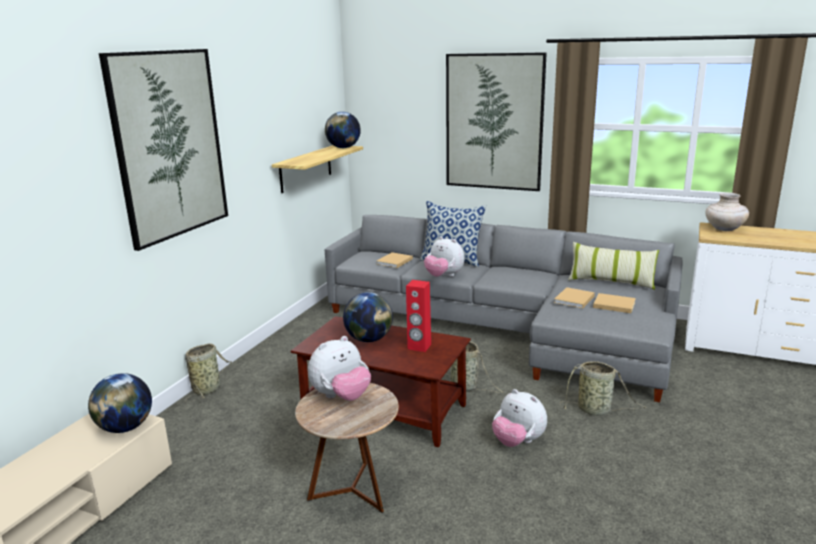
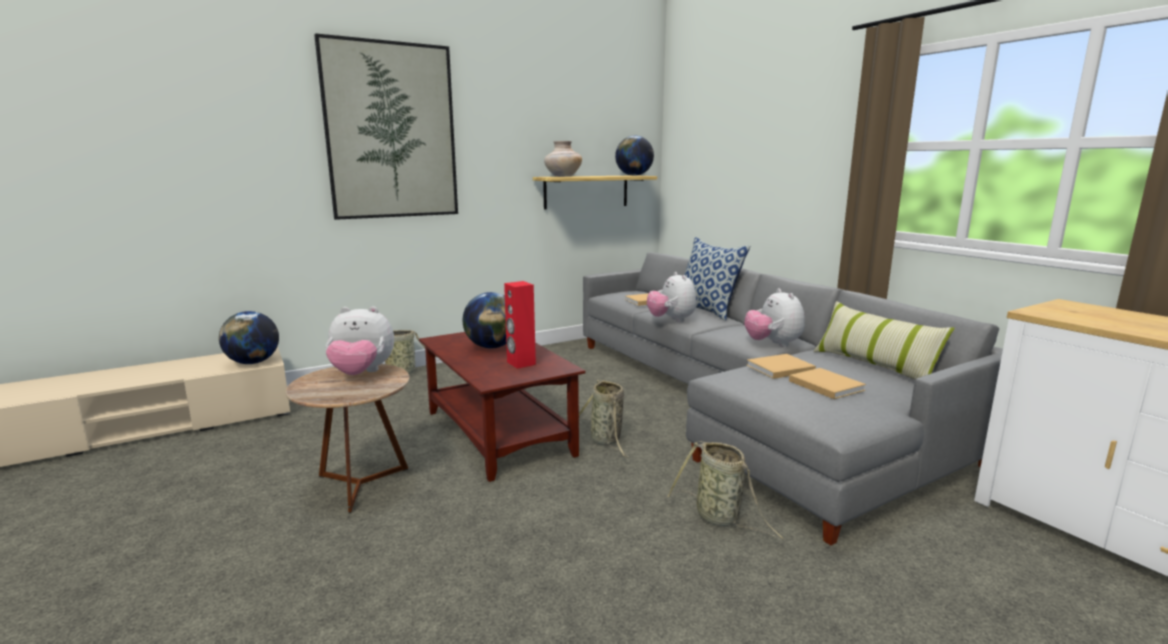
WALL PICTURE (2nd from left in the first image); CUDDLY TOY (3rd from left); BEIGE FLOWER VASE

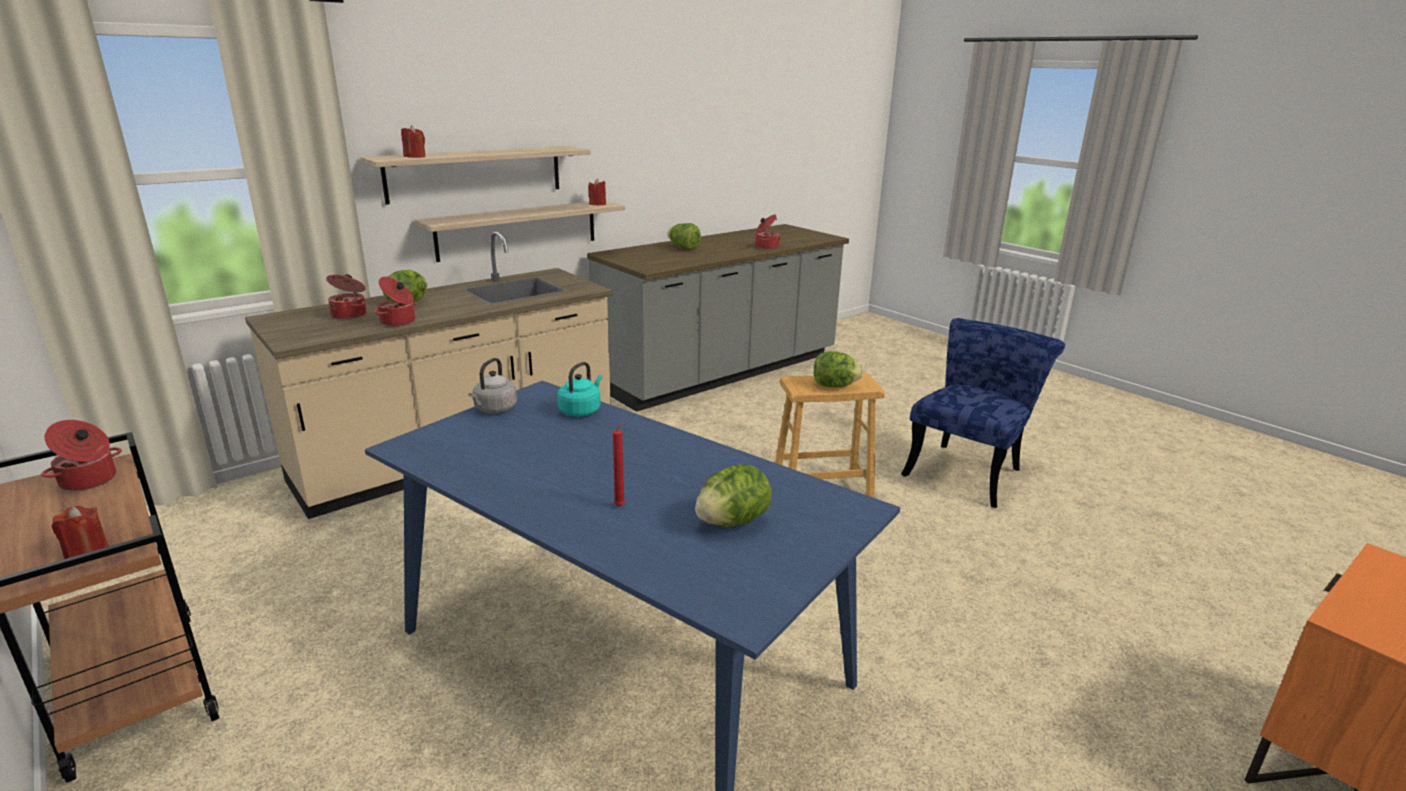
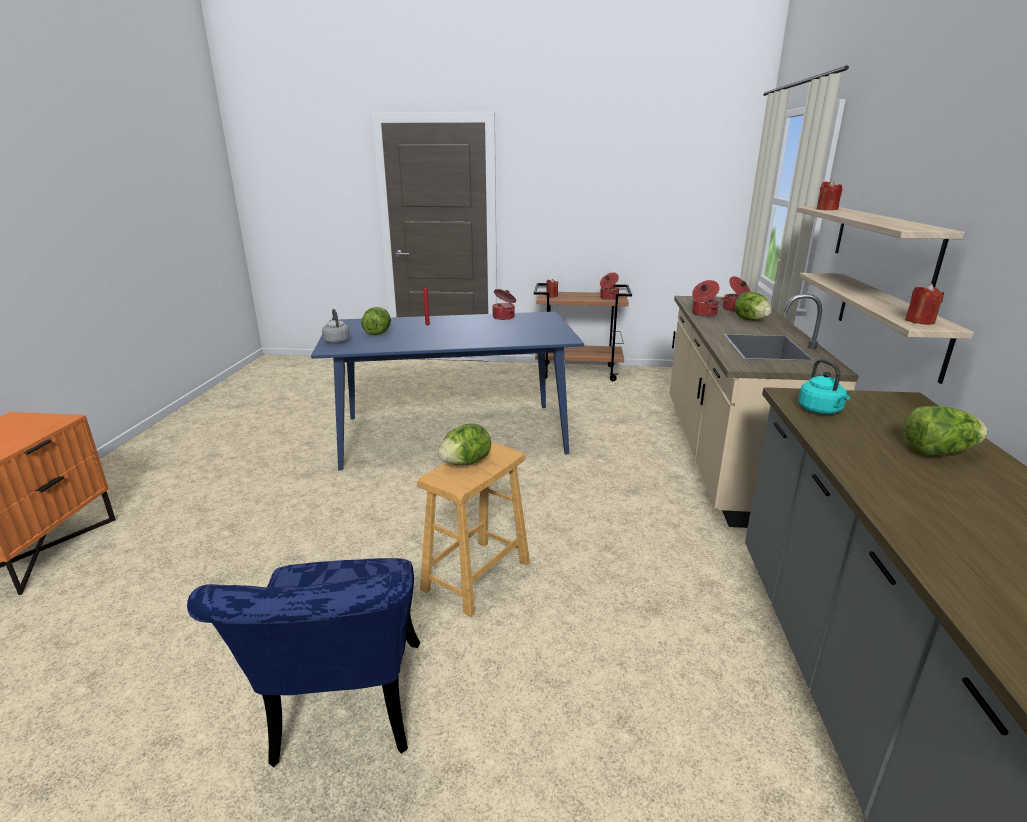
GREY WATER KETTLE; TURQUOISE WATER KETTLE; SAUCEPOT (1st from left)

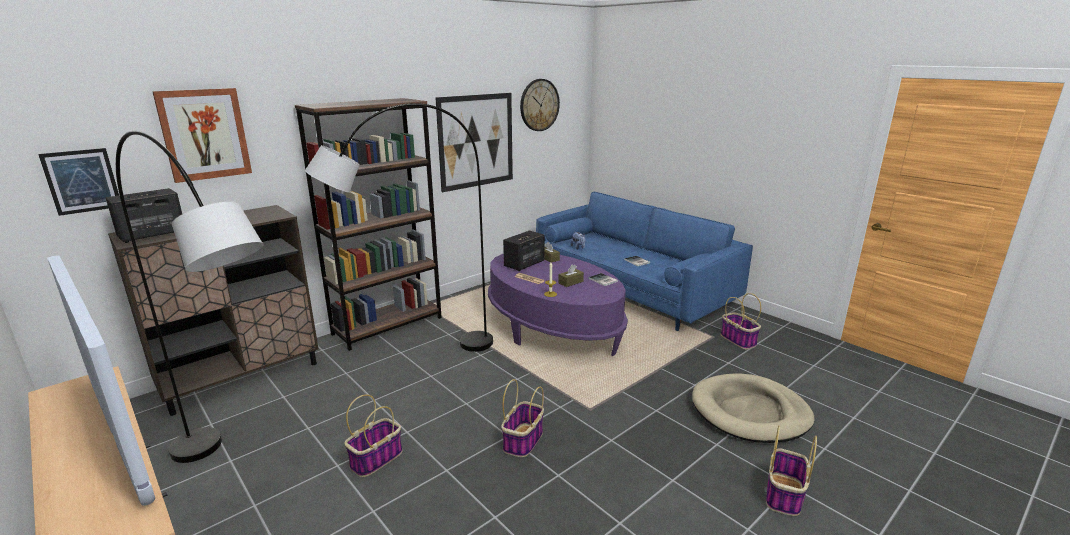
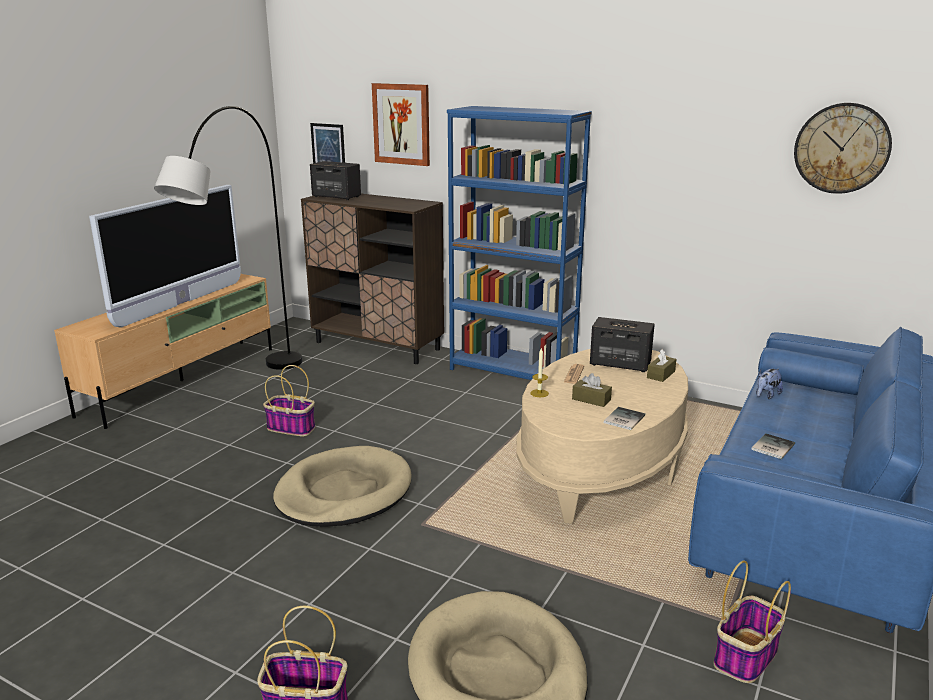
GREY STANDING LAMP (2nd from left in the first image); WALL PICTURE (3rd from left in the first image); BEIGE DOG CUSHION (1st from left); BLUE SHELVING UNIT; BEIGE LOW TABLE

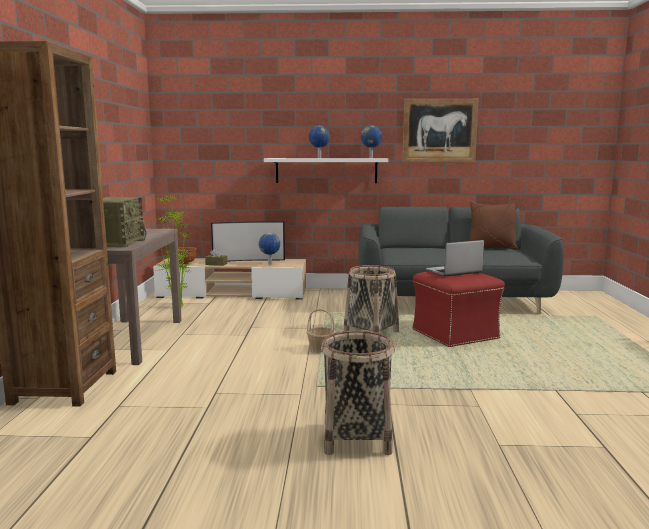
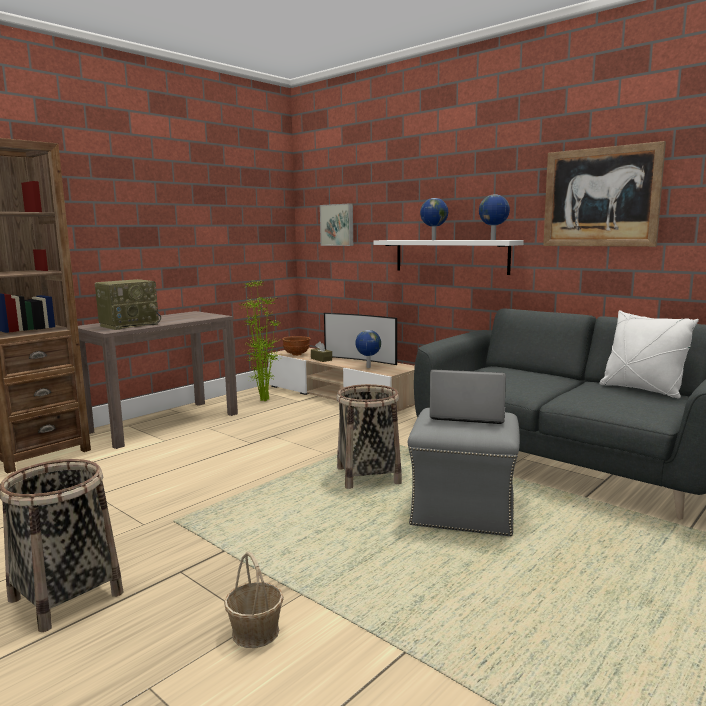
WALL PICTURE (1st from left); HOUSEHOLD BASKET (2nd from left); GREY FOOTREST; WHITE-COLOURED THROW PILLOW

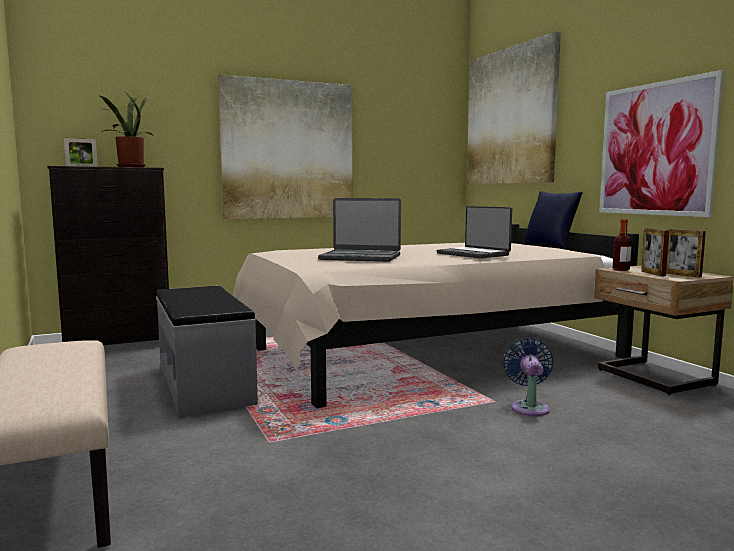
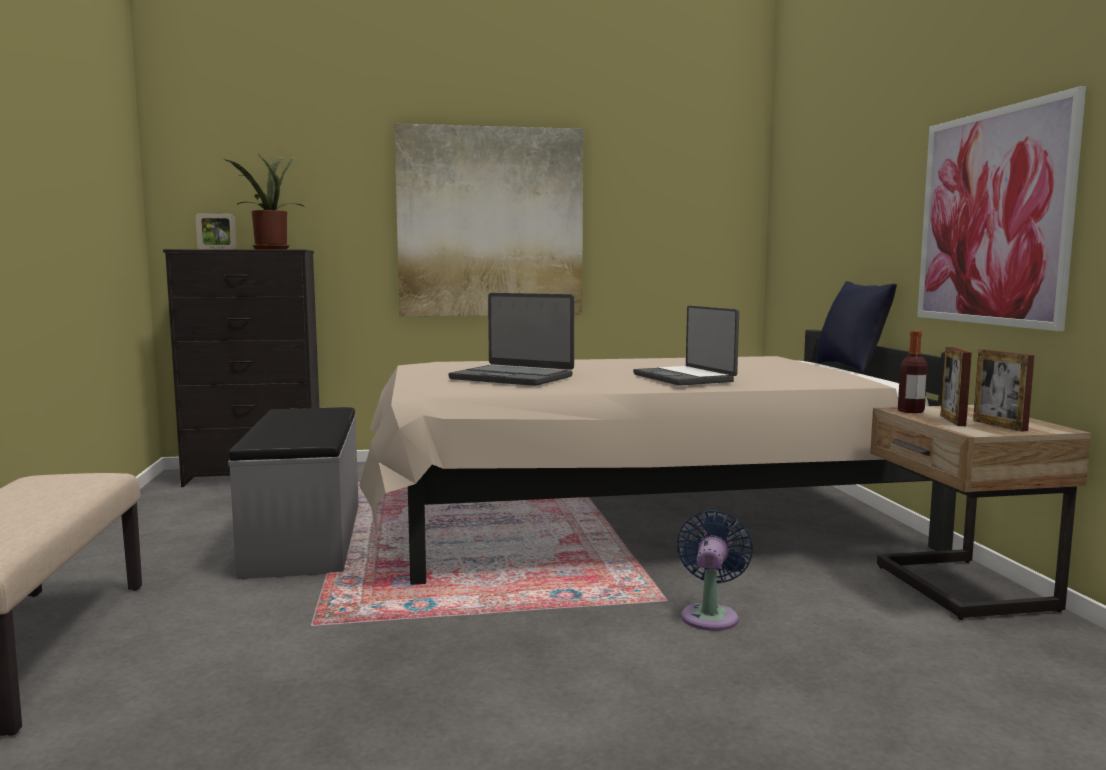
WALL PICTURE (2nd from left in the first image)

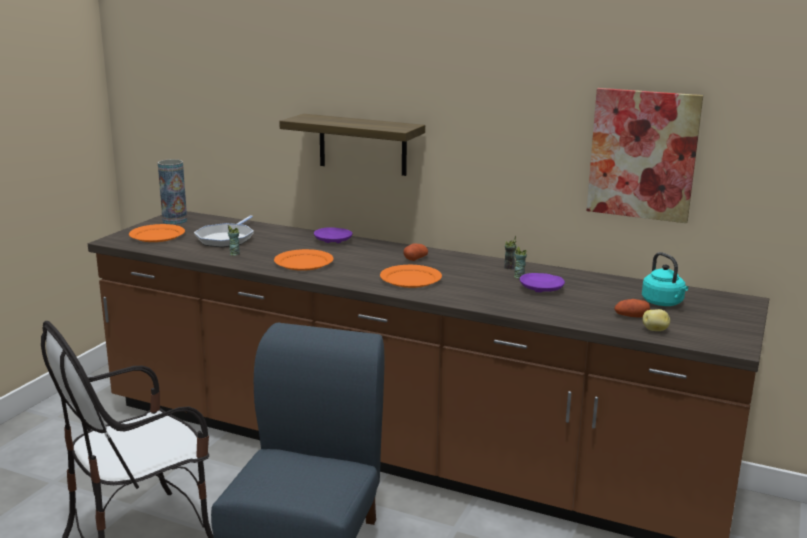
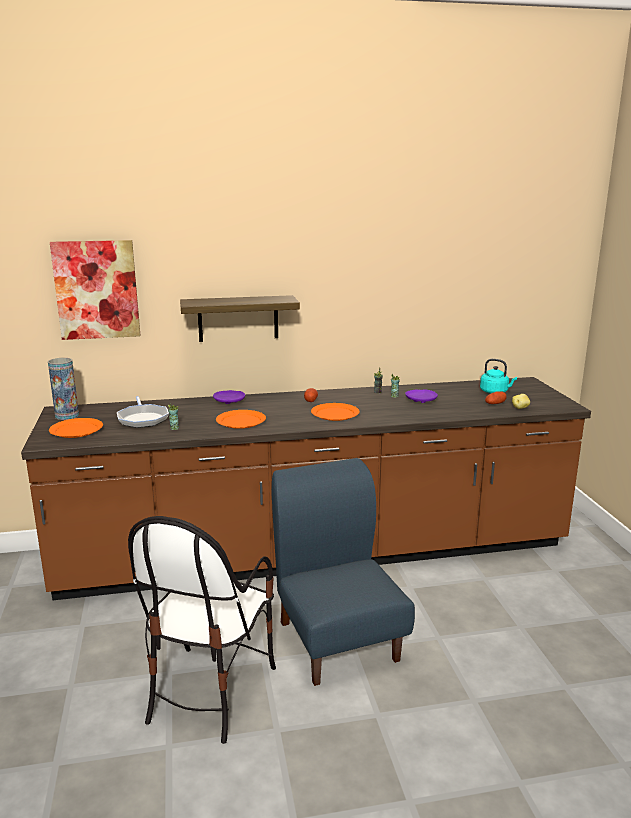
WALL PICTURE

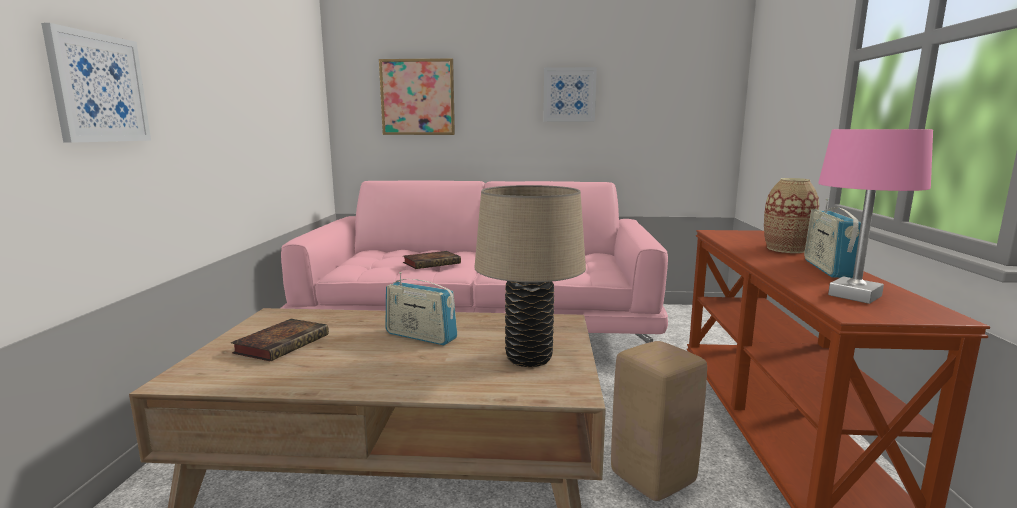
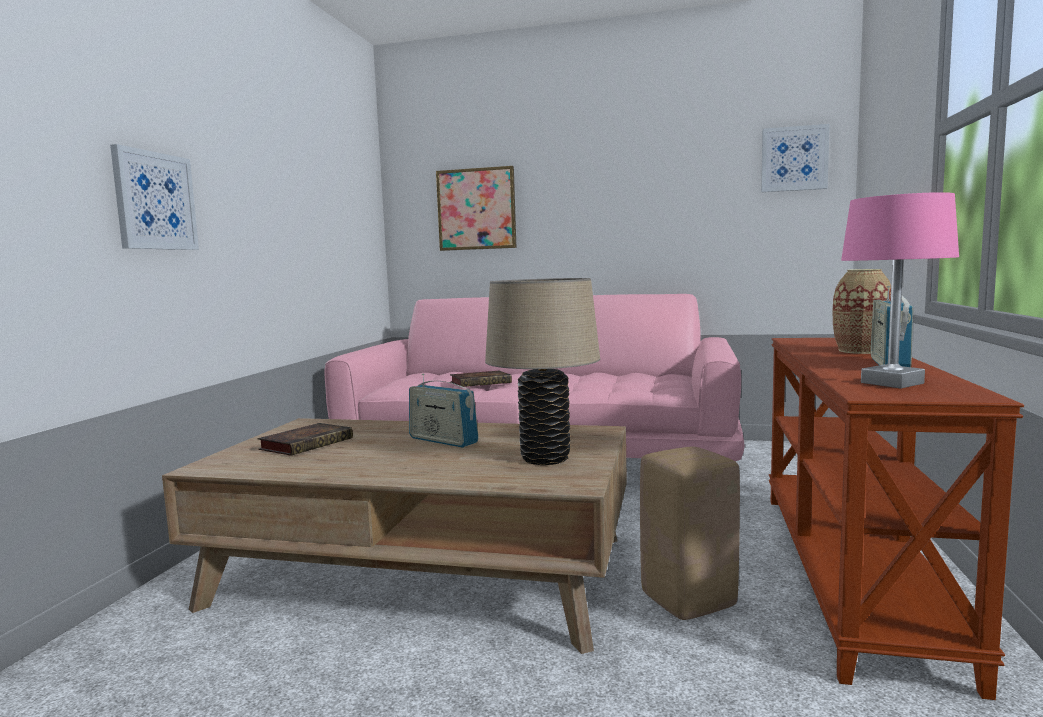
WALL PICTURE (3rd from left)

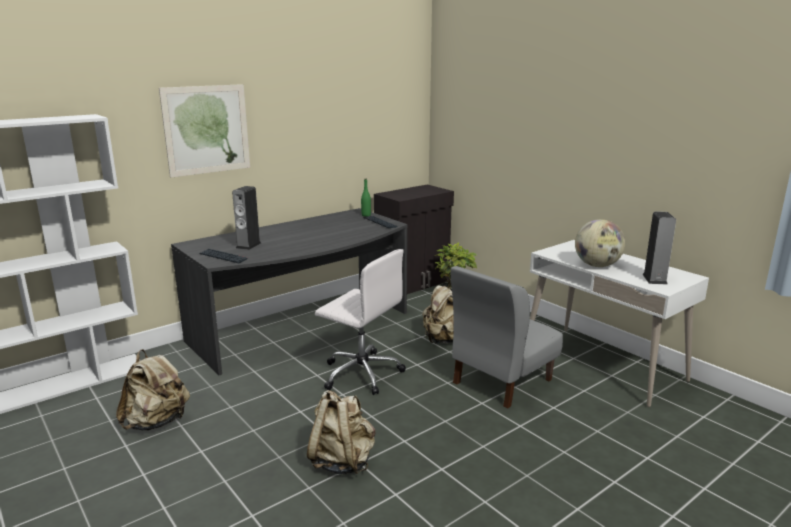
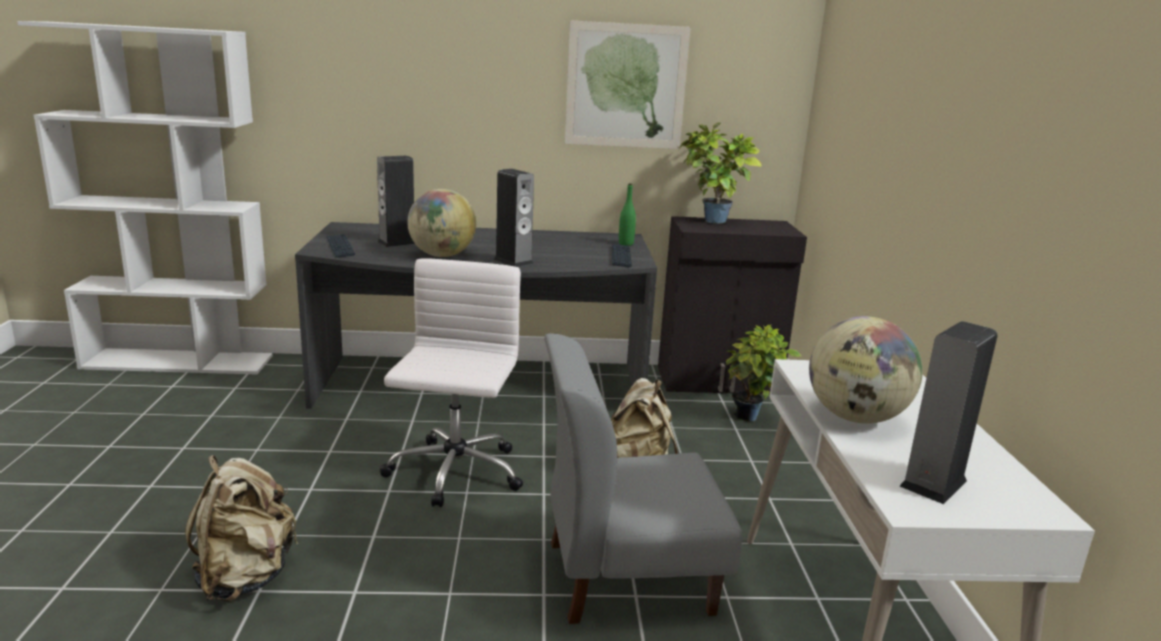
BEIGE KNAPSACK (1st from left in the first image); WORLD GLOBE (1st from left); AUDIO SPEAKER (2nd from left); PLANT IN A POT (1st from left); WALL PICTURE; WHITE-COLOURED DESK CHAIR

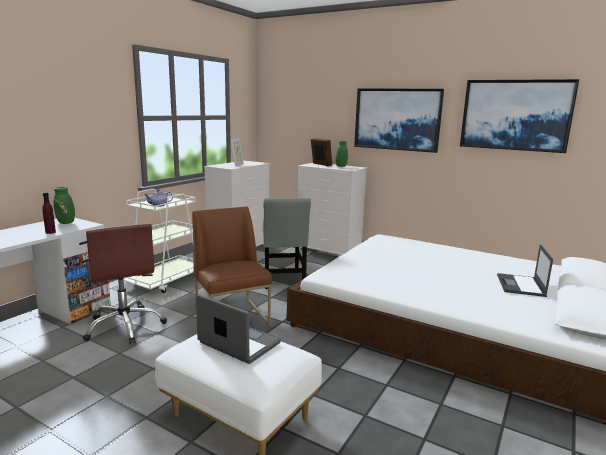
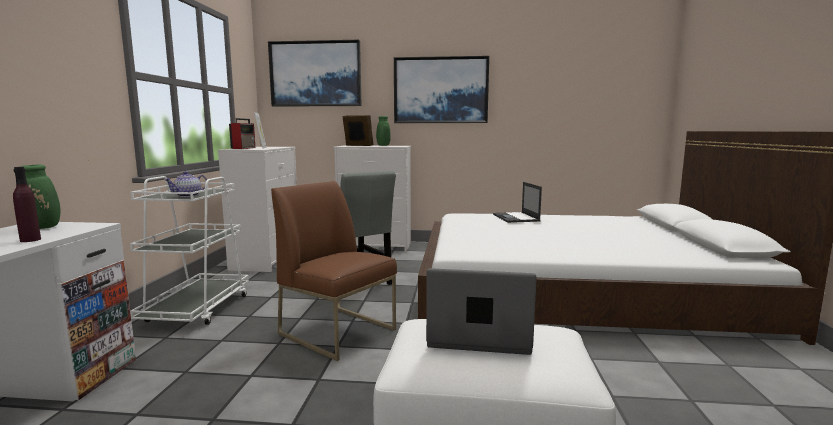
BROWNISH DESK CHAIR; RADIO RECEIVER; WALL PICTURE (1st from left); PORTABLE COMPUTER (2nd from left)

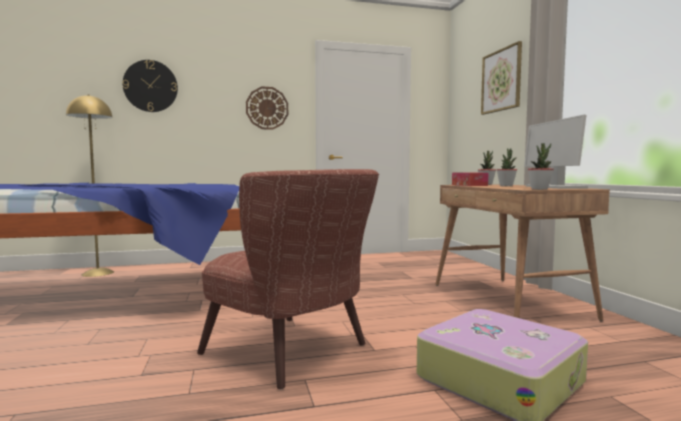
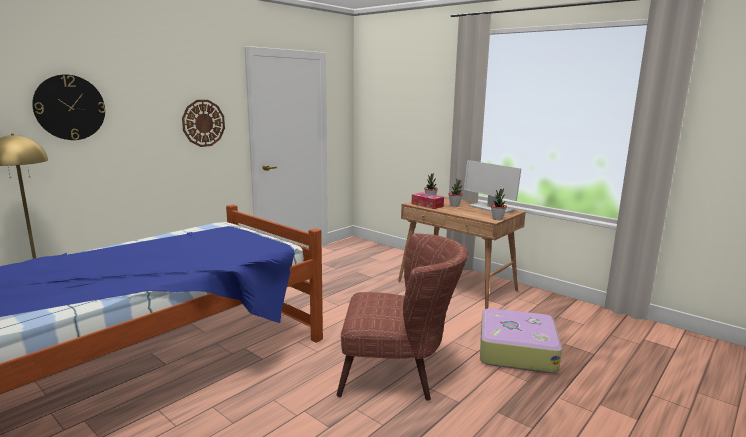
WALL PICTURE

